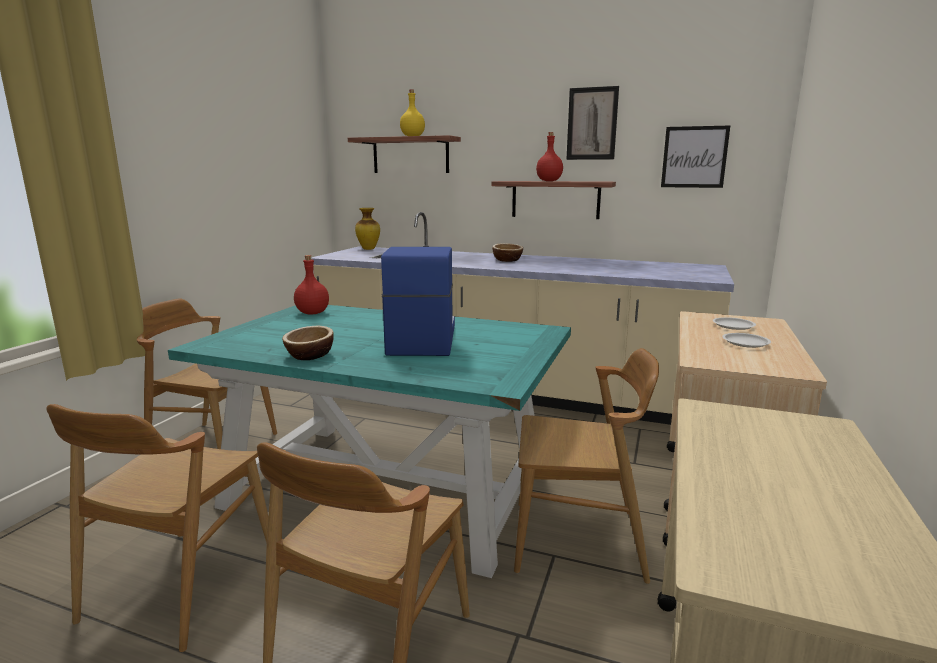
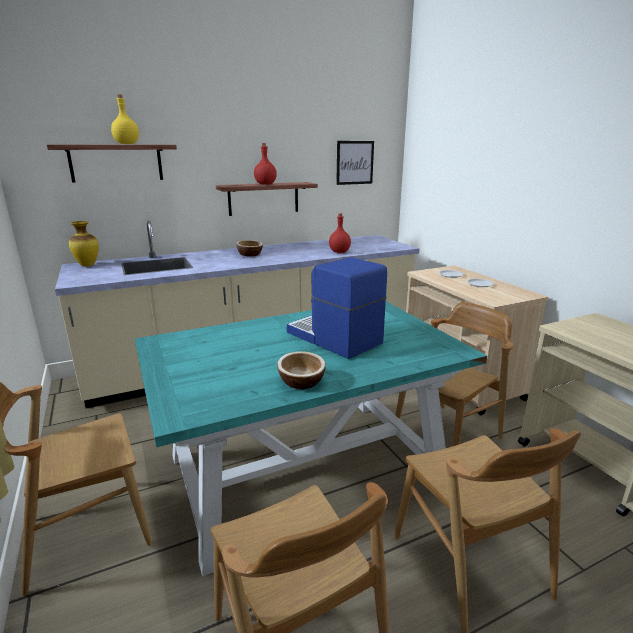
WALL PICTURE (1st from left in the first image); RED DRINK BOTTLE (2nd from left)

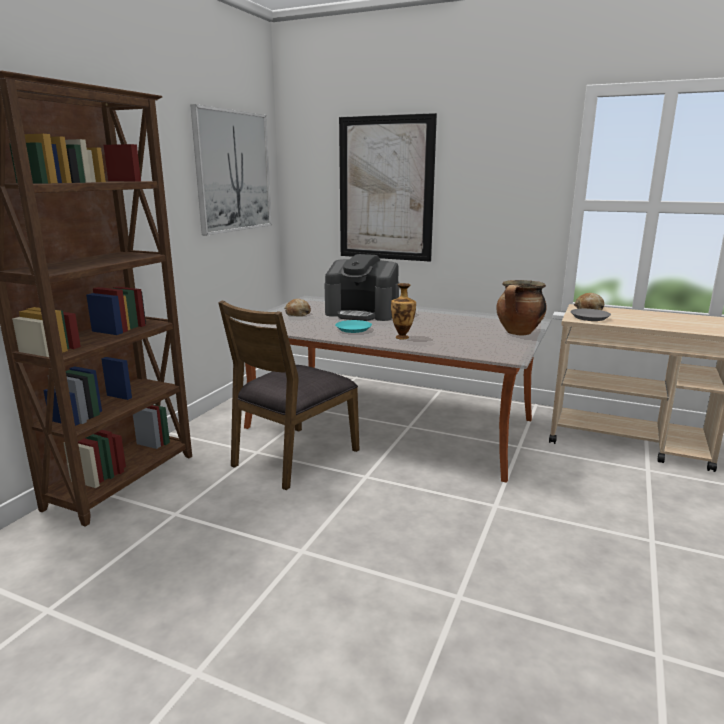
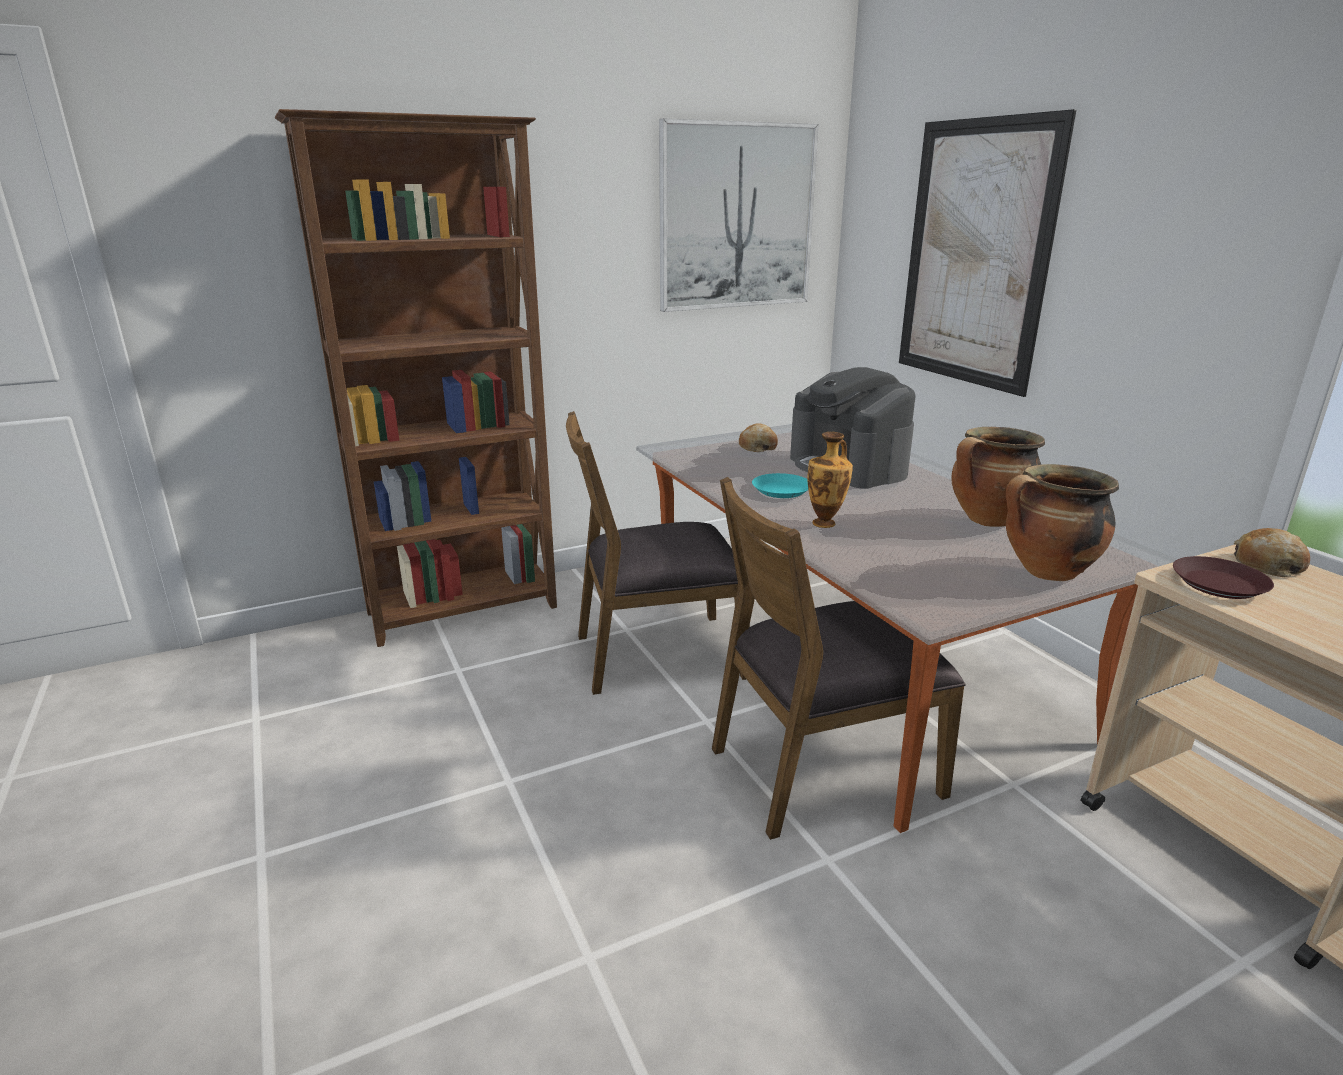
BROWNISH PLAIN CHAIR (2nd from left); SAUCEPOT (1st from left); BROWNISH DINNER PLATE

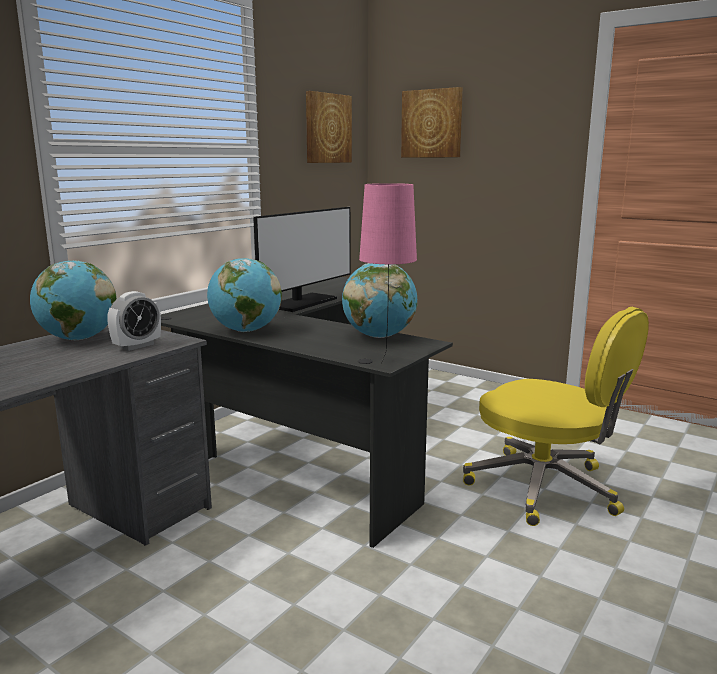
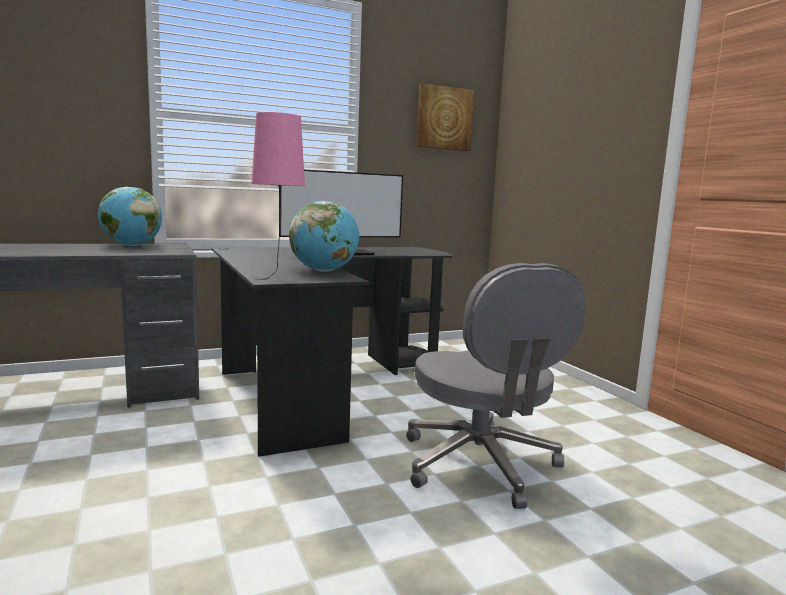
BEDSIDE CLOCK; WORLD GLOBE (2nd from left in the first image); WALL PICTURE (2nd from left in the first image); GREY DESK CHAIR

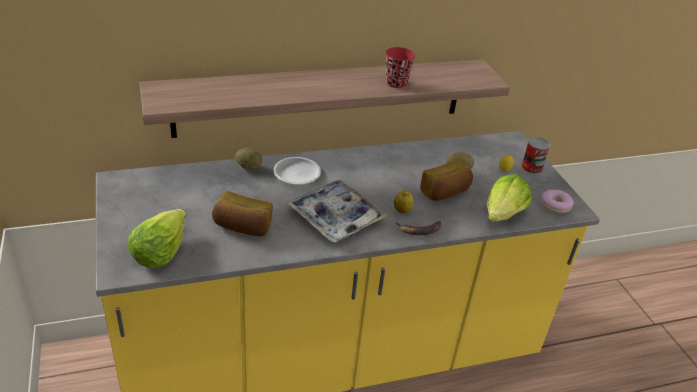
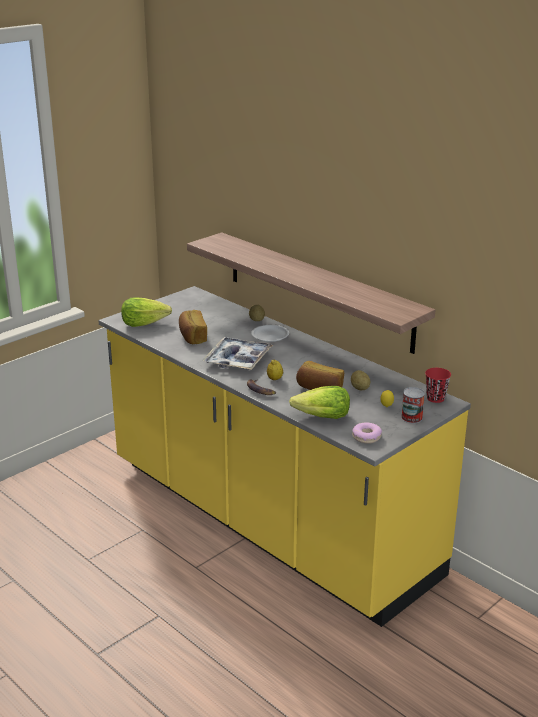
RED CUP

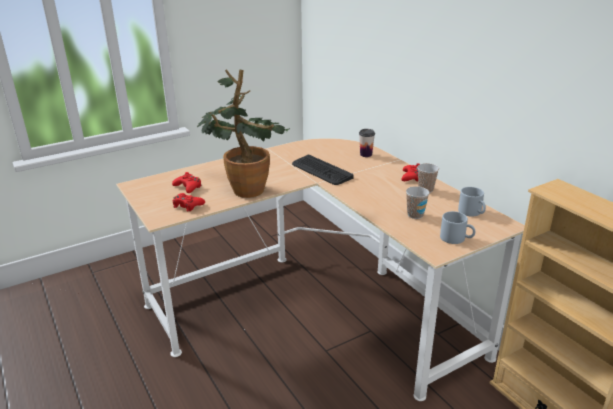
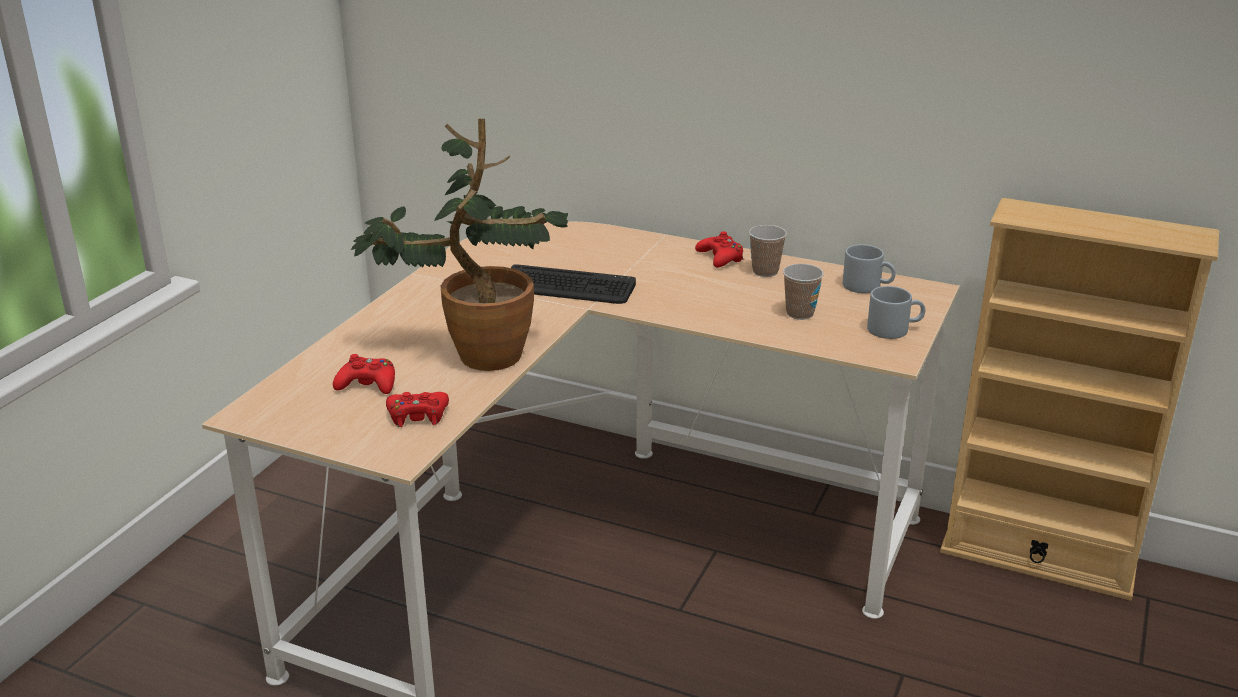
CUP (1st from left in the first image)

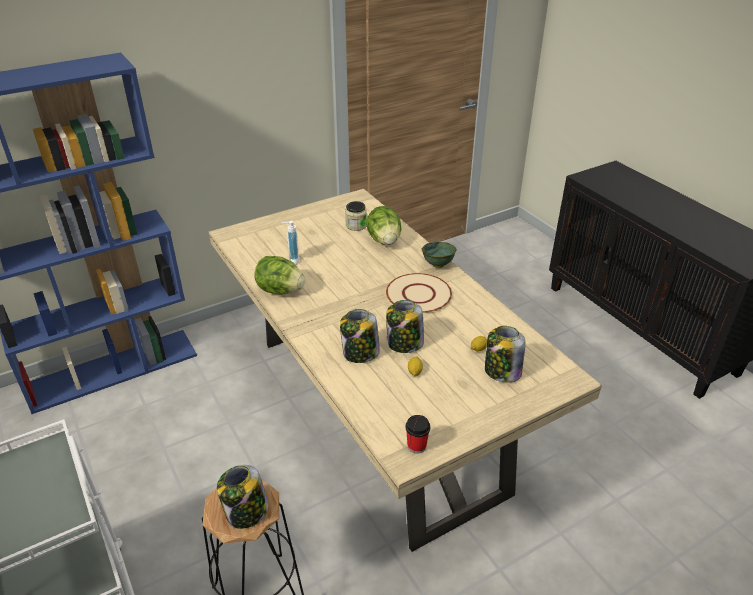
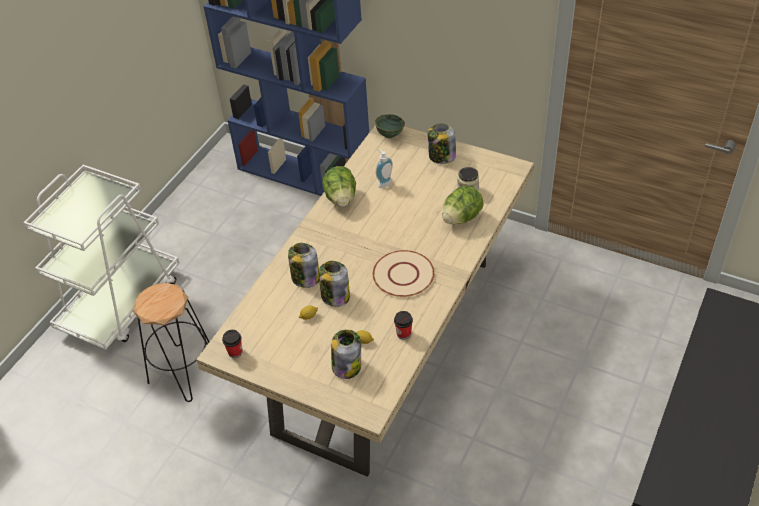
CUP (2nd from left); STORAGE JAR (4th from left); GREEN SERVING BOWL

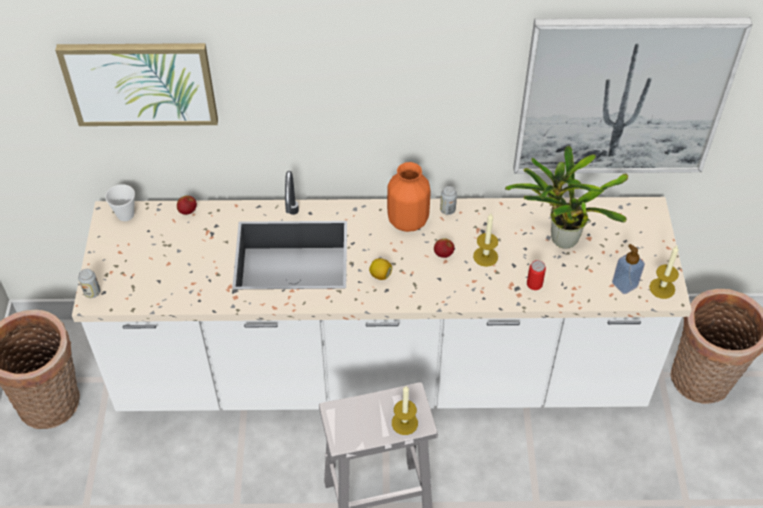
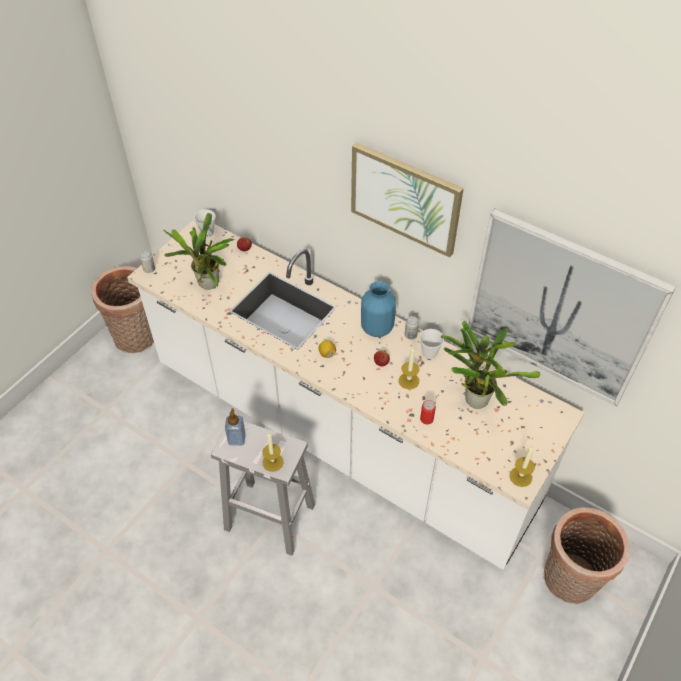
PLANT IN A POT (1st from left); CUP (2nd from left); WALL PICTURE (1st from left); SOAP BOTTLE; BLUE FLOWER VASE

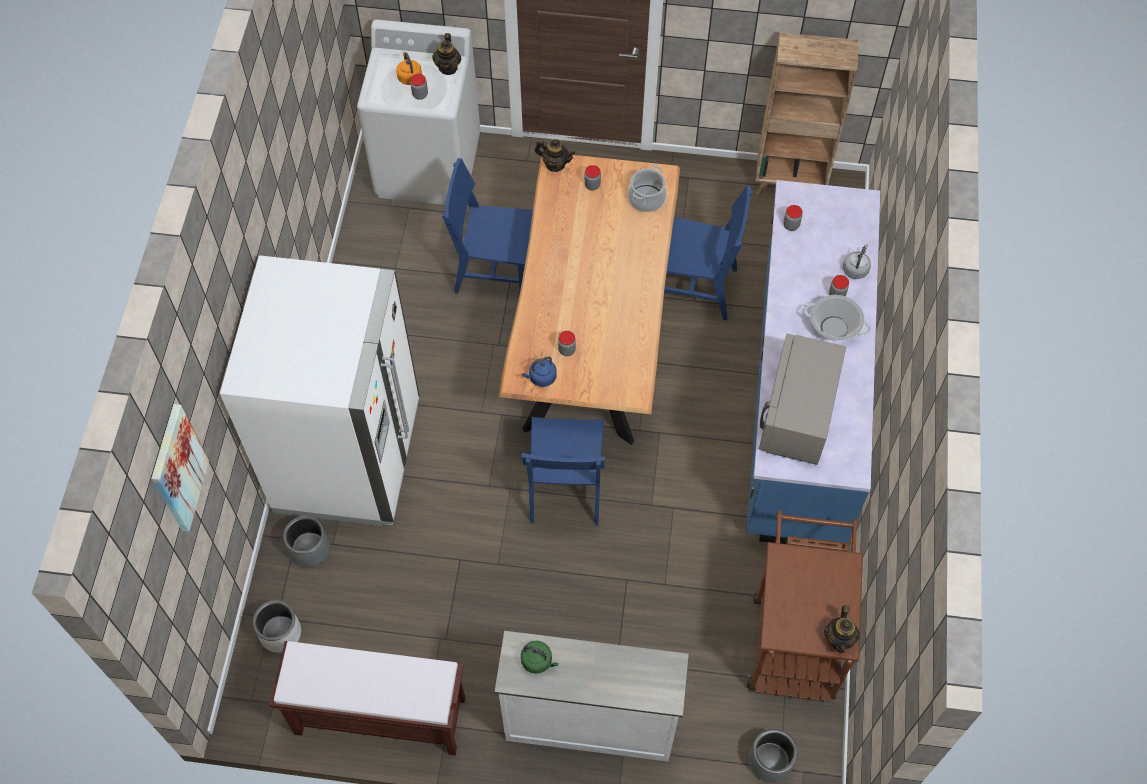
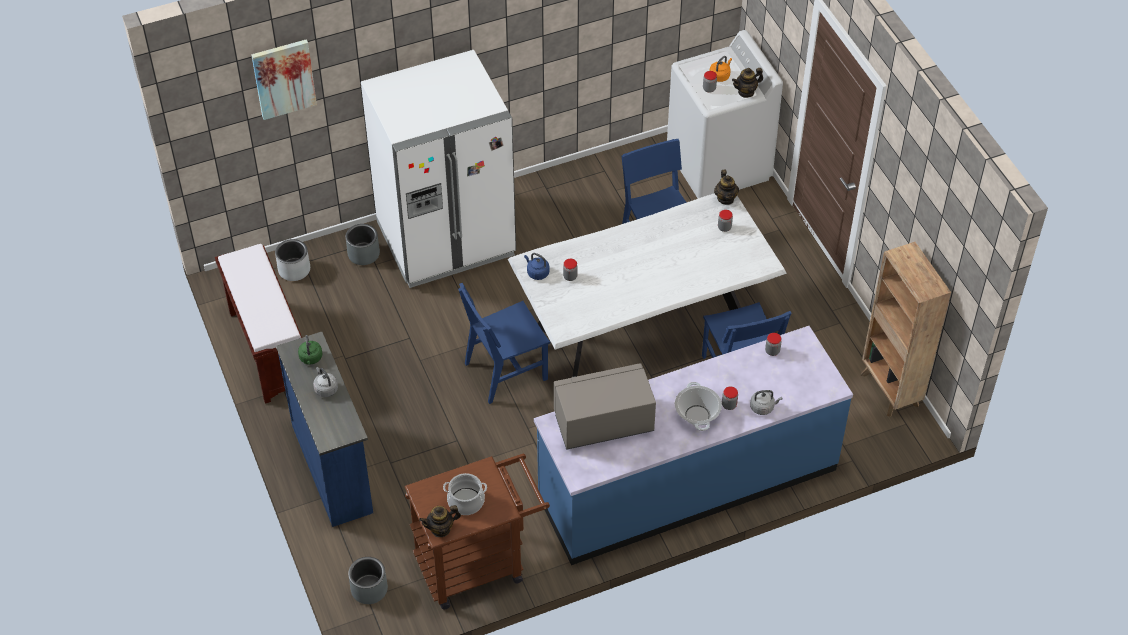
GREY WATER KETTLE (1st from left); SAUCEPOT (1st from left); BLUE DRAWER CHEST; WHITE-COLOURED DINING TABLE

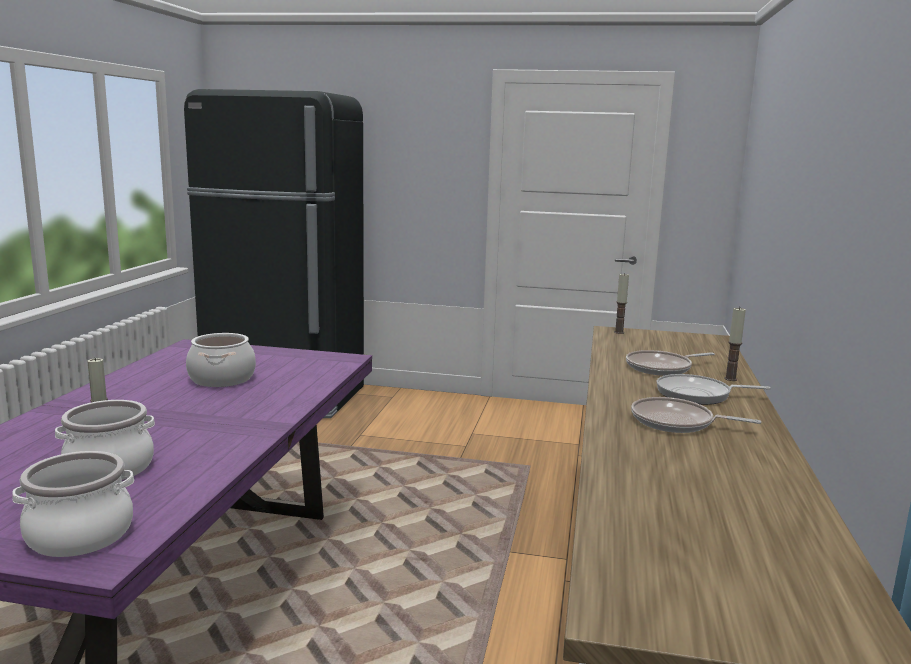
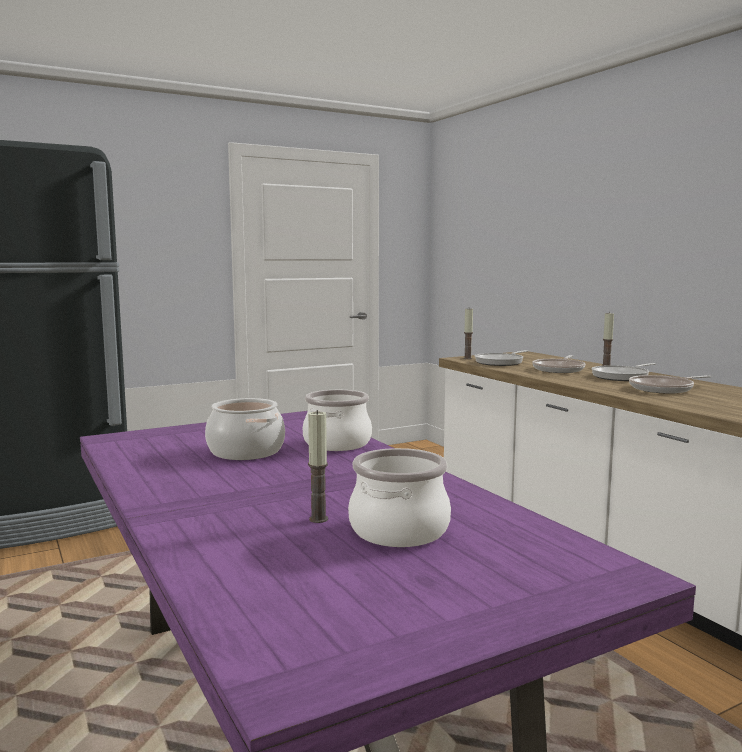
PAN (1st from left); SAUCEPOT (2nd from left)

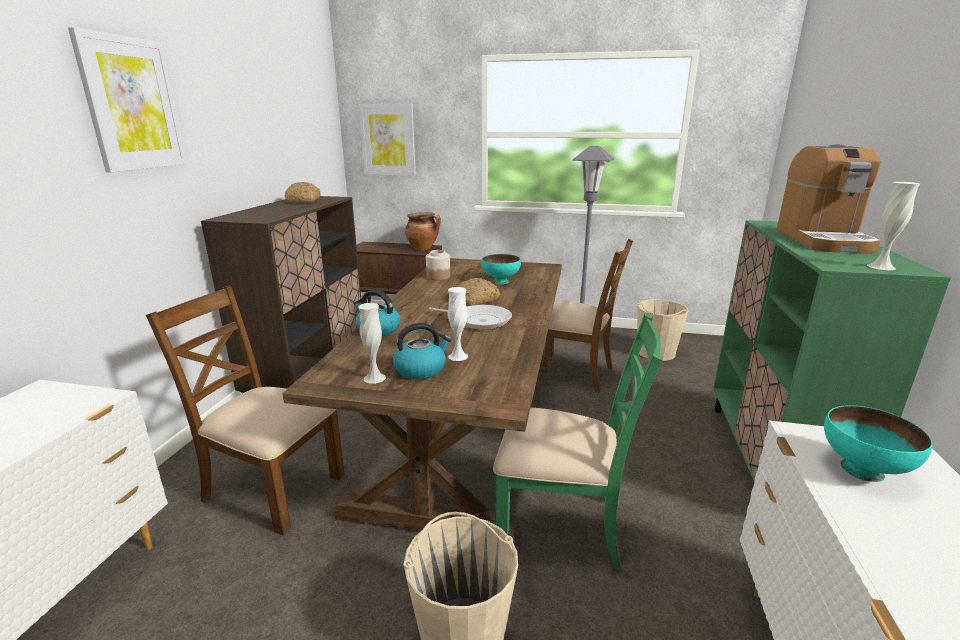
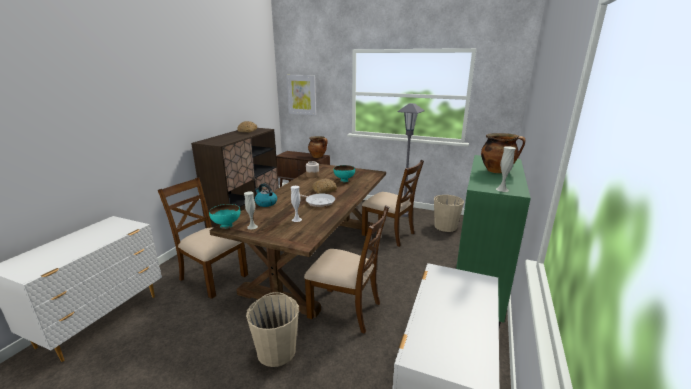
WALL PICTURE (1st from left in the first image); WATER KETTLE (2nd from left in the first image); TURQUOISE SERVING BOWL (1st from left); SAUCEPOT (2nd from left); BROWNISH PLAIN CHAIR (2nd from left)

